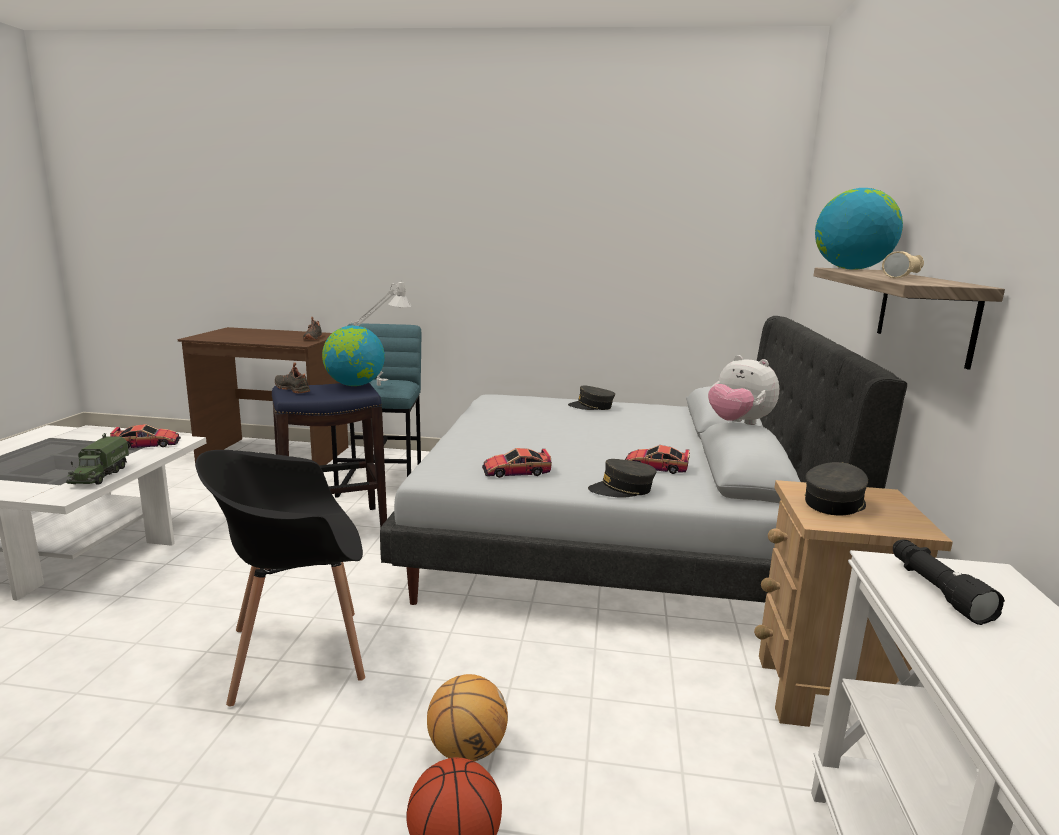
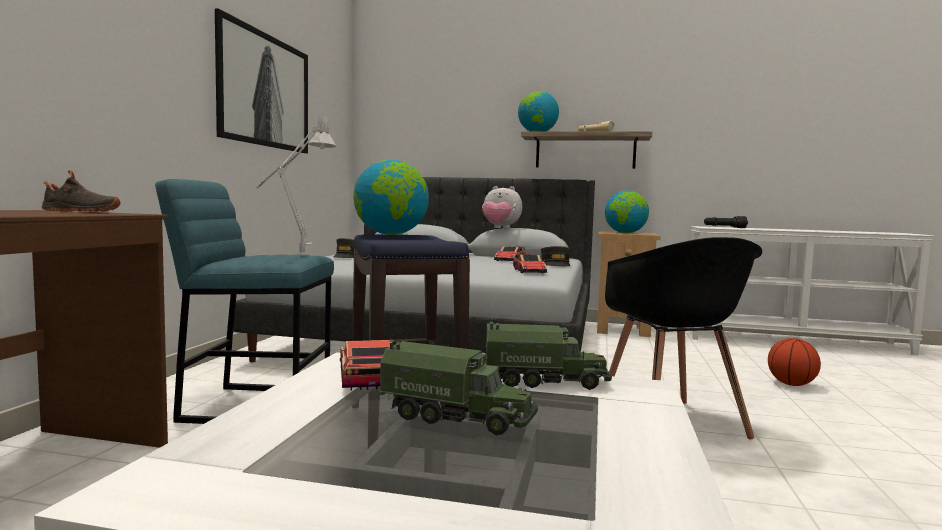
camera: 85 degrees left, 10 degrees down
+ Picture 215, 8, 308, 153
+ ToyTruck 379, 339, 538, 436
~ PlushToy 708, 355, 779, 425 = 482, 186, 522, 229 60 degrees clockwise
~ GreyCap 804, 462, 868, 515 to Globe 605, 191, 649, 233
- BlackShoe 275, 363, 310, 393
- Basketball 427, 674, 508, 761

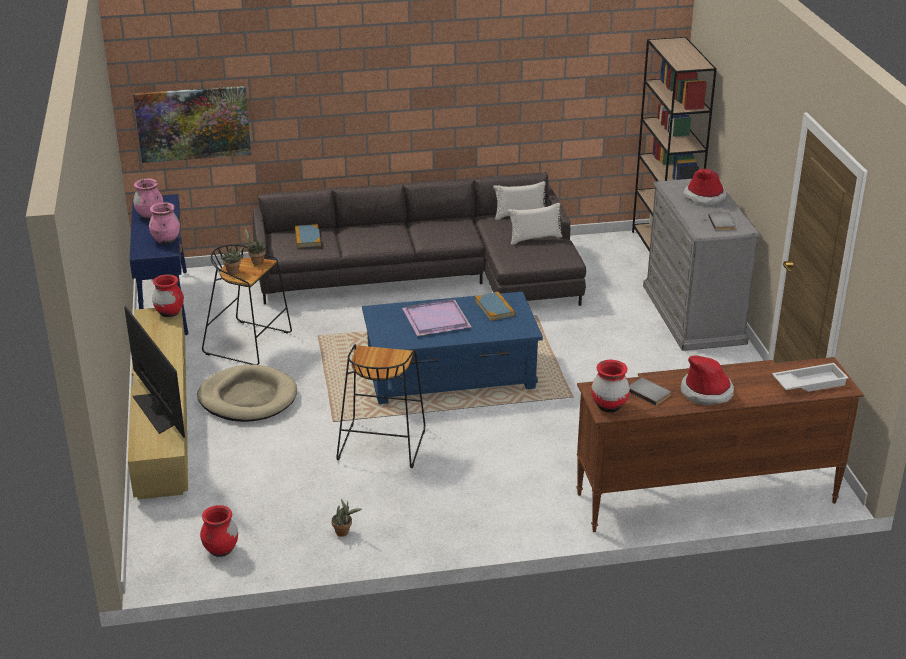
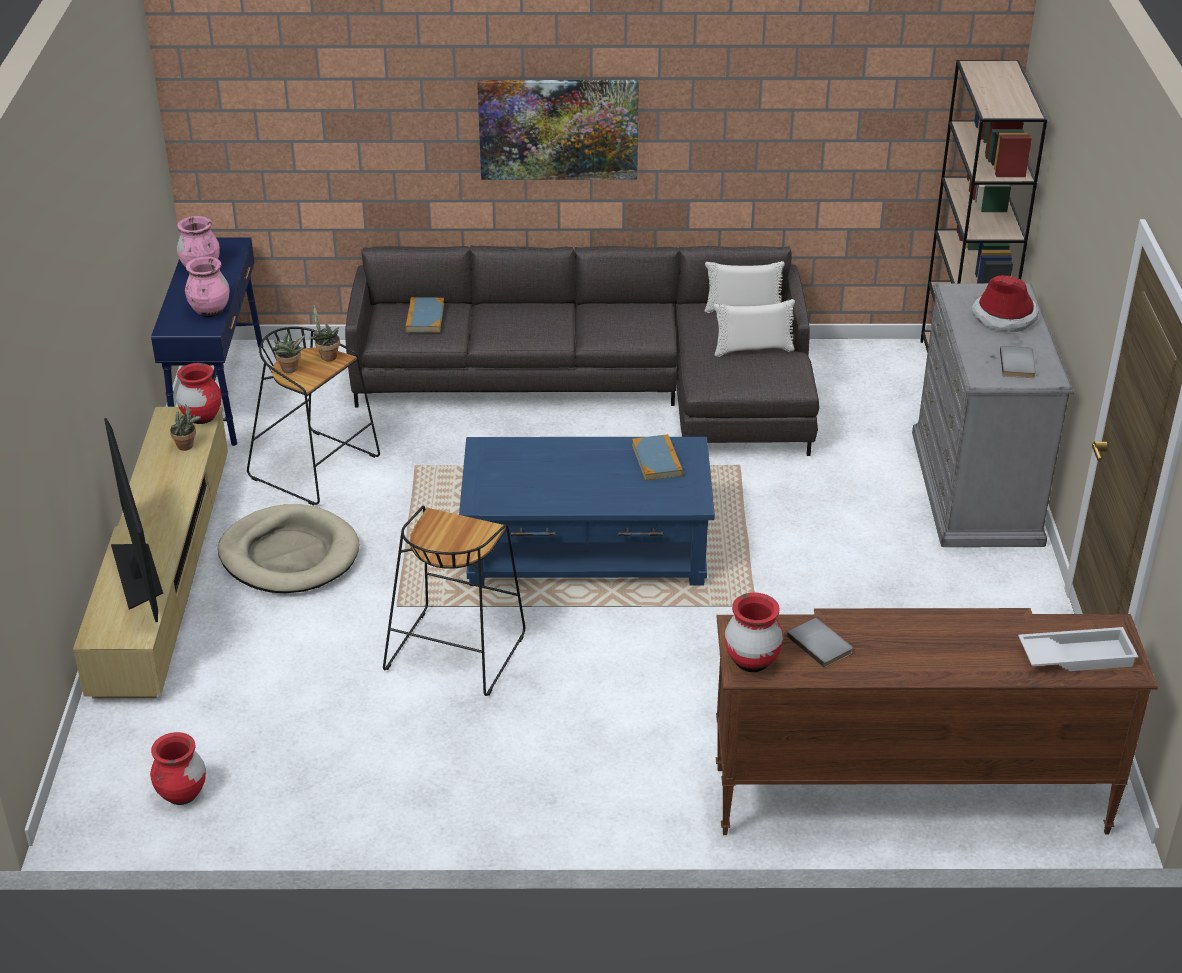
camera: 10 degrees right, 5 degrees up
~ PottedPlant 331, 499, 362, 537 to 170, 405, 201, 451
~ Picture 133, 86, 251, 163 to 477, 80, 639, 180
- PurpleTray 402, 299, 471, 336
- Hat 681, 355, 734, 406

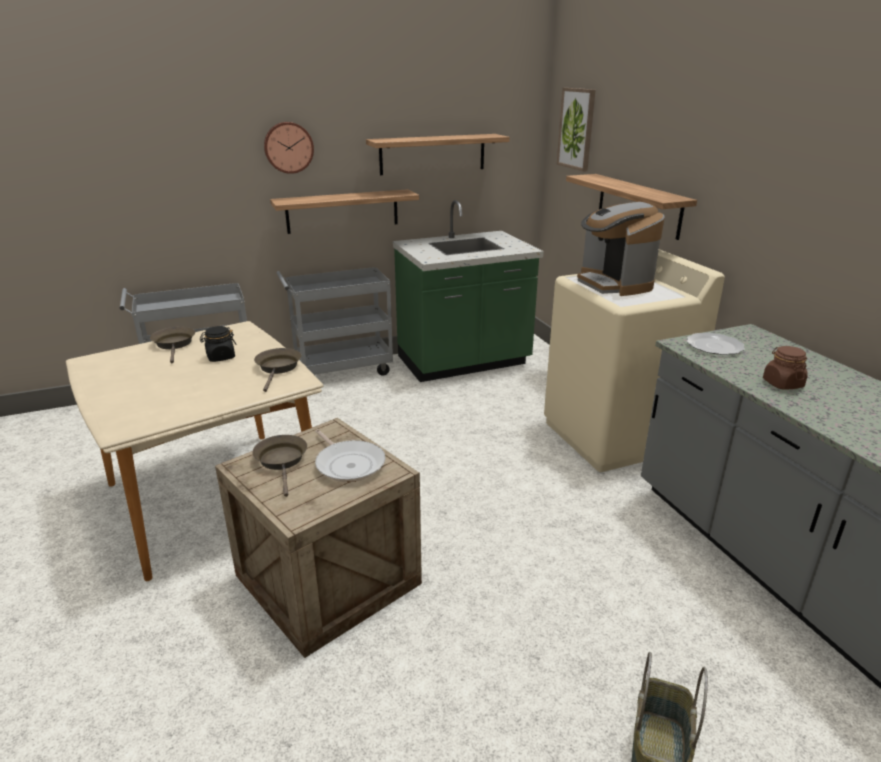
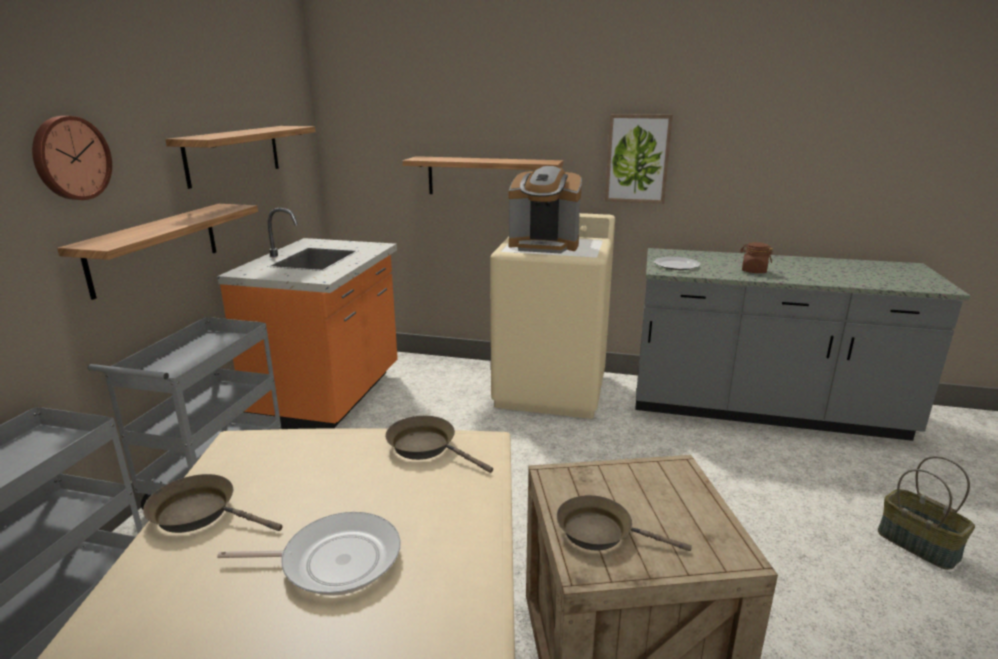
camera: 55 degrees left, 5 degrees down
~ GreenCounter 393, 200, 544, 382 to OrangeCounter 217, 208, 398, 429
~ FryingPan 315, 429, 385, 482 to 217, 512, 401, 596
~ Picture 557, 88, 595, 172 to 605, 114, 673, 204
- BlackJar 200, 326, 236, 362

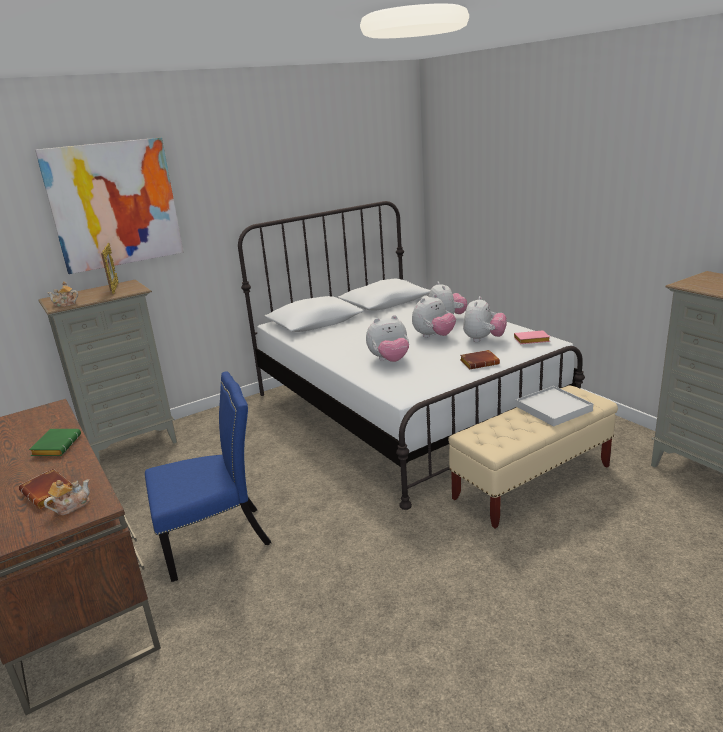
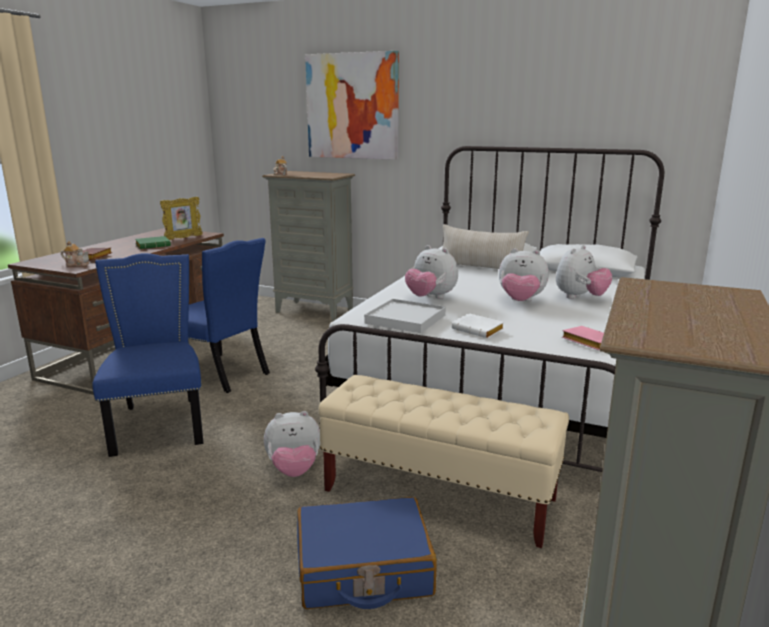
camera: 55 degrees right, 5 degrees down
+ BlueChair 92, 253, 203, 457
~ PictureFrame 101, 243, 119, 294 to 160, 197, 203, 240
~ PlushToy 463, 296, 507, 342 to 264, 411, 320, 477
+ BlueSuitcase 297, 497, 437, 609
~ WhiteTray 516, 386, 593, 426 to 364, 299, 446, 333
+ BeigePillow 442, 224, 529, 269
~ BrownBook 460, 350, 500, 369 to WhiteBook 452, 313, 504, 338

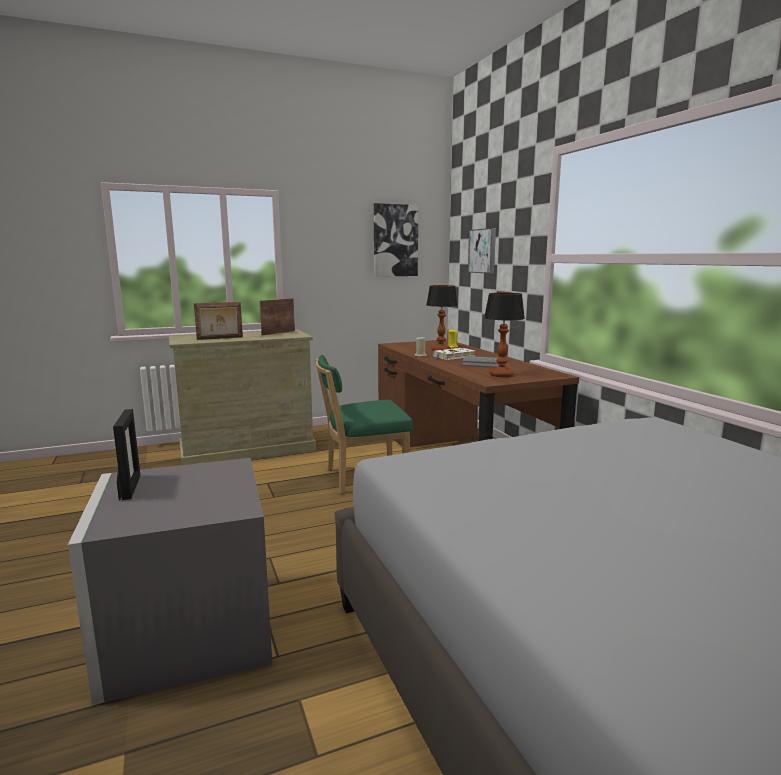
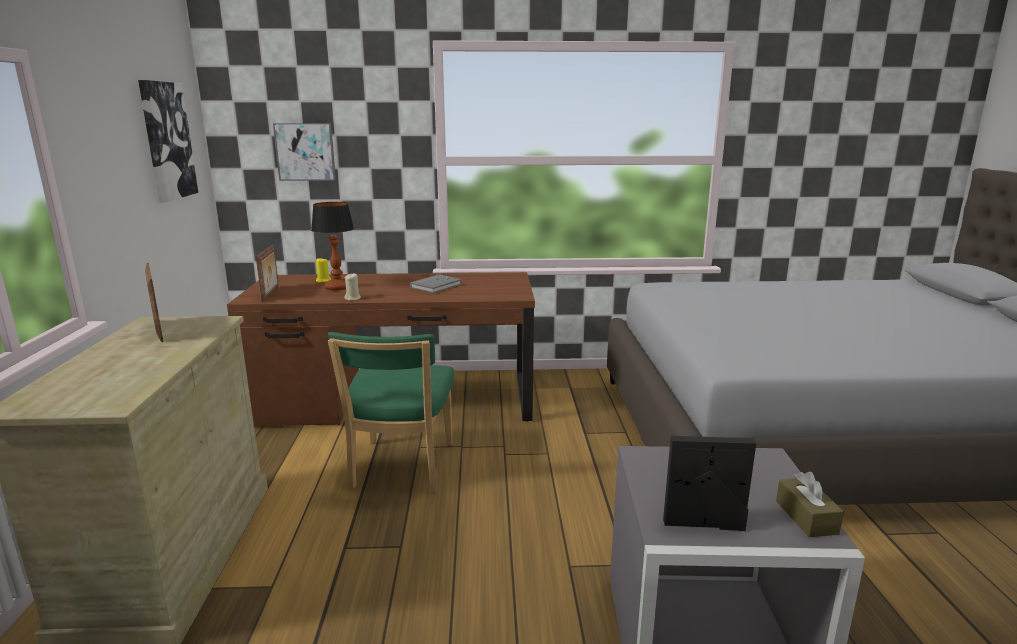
camera: 70 degrees left, 5 degrees up
~ PictureFrame 194, 302, 243, 340 to 256, 245, 279, 302
+ BrownTissueBox 776, 472, 844, 537
- WhiteBook 433, 348, 475, 360
- TableLamp 484, 293, 525, 377

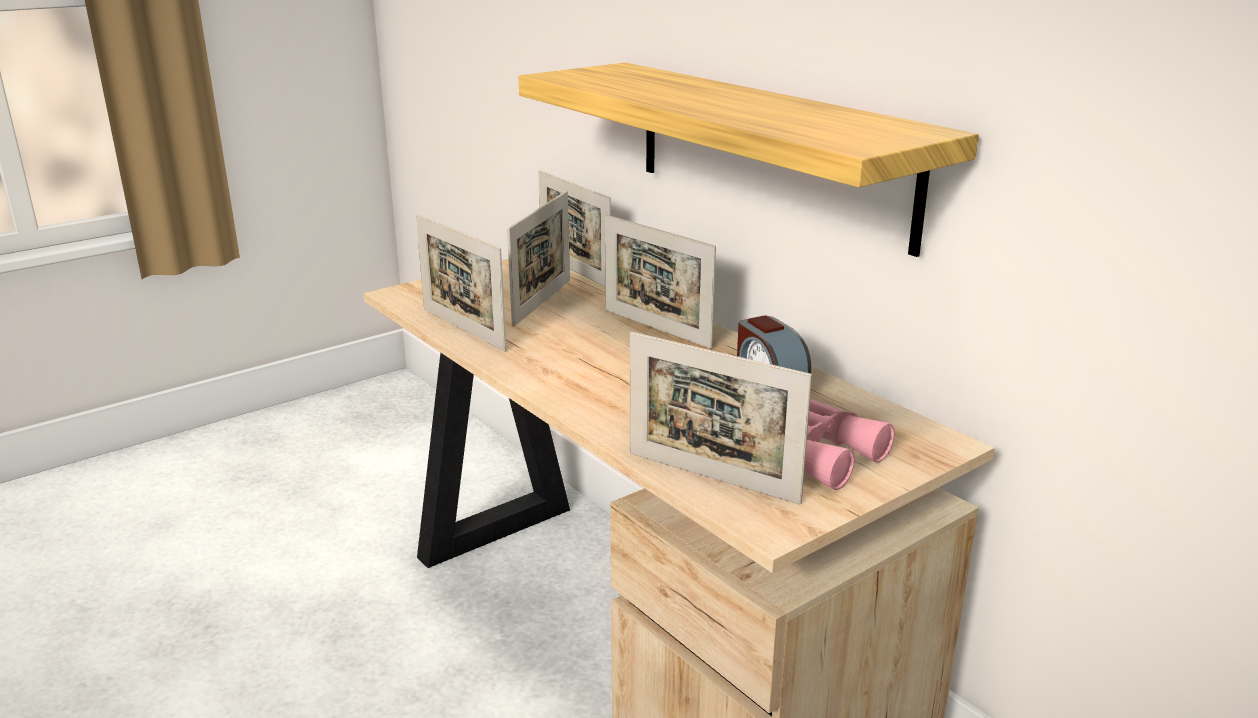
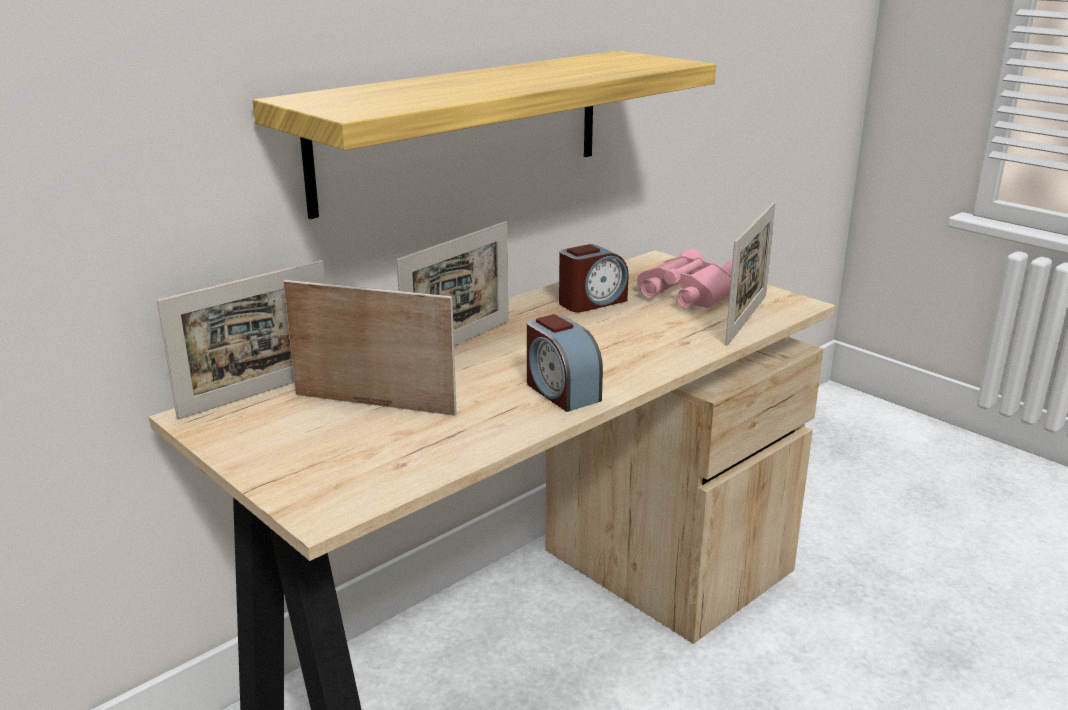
camera: 95 degrees left, 0 degrees up
+ AlarmClock 527, 314, 603, 412
- PictureFrame 416, 214, 506, 352

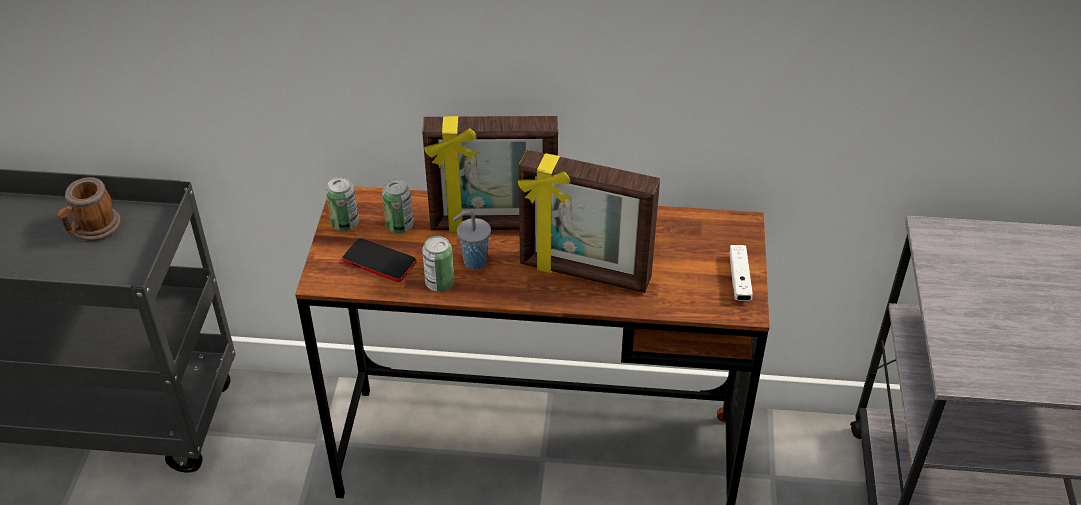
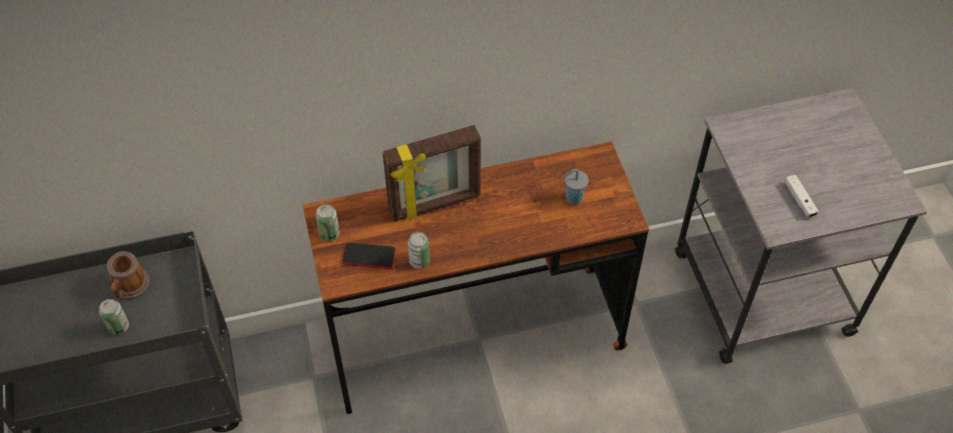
camera: 20 degrees left, 10 degrees up
~ Can 382, 179, 414, 233 to 99, 299, 129, 335
~ GreyCup 453, 210, 491, 270 to 563, 169, 589, 205
~ WhiteGameController 729, 245, 753, 301 to 784, 175, 819, 217
- PictureFrame 518, 150, 660, 293

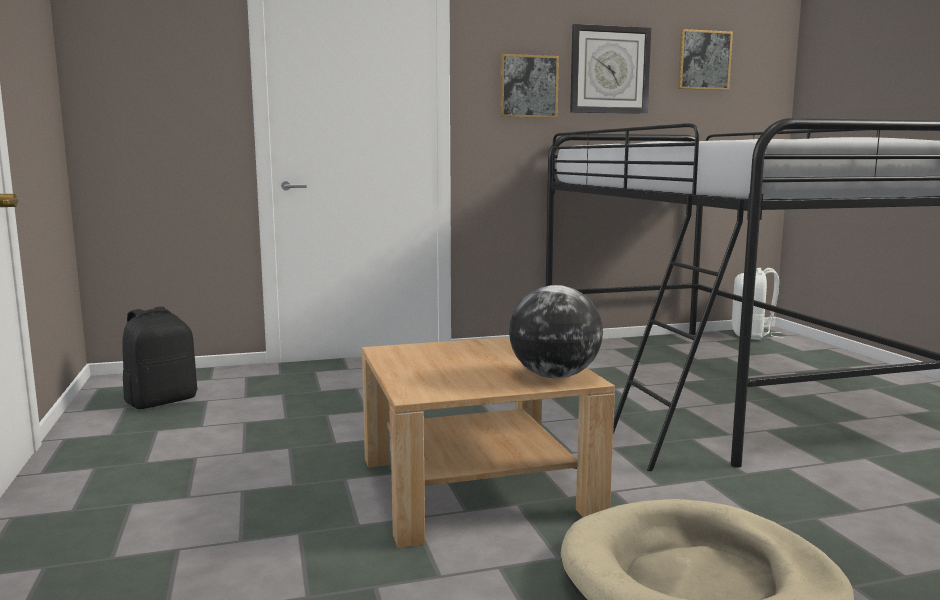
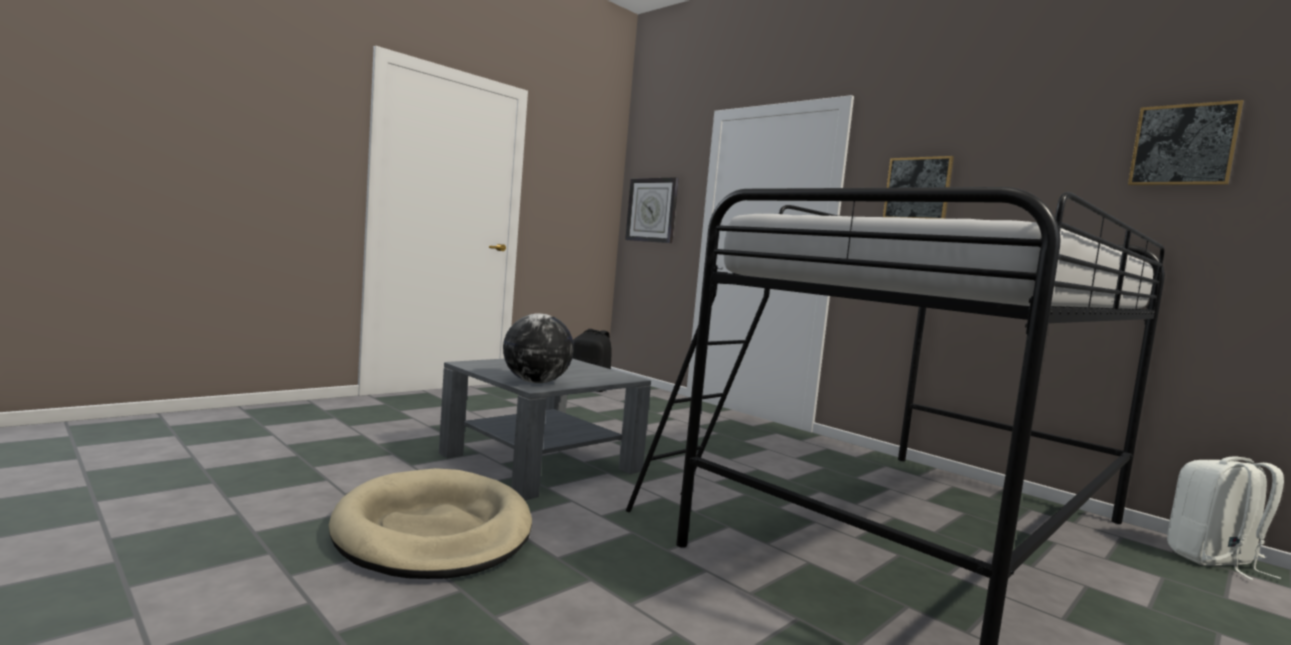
camera: 60 degrees right, 5 degrees down
~ BrownCoffeeTable 362, 337, 615, 548 to GreyCoffeeTable 439, 359, 651, 500
~ WallClock 570, 24, 651, 114 to 625, 177, 679, 243

